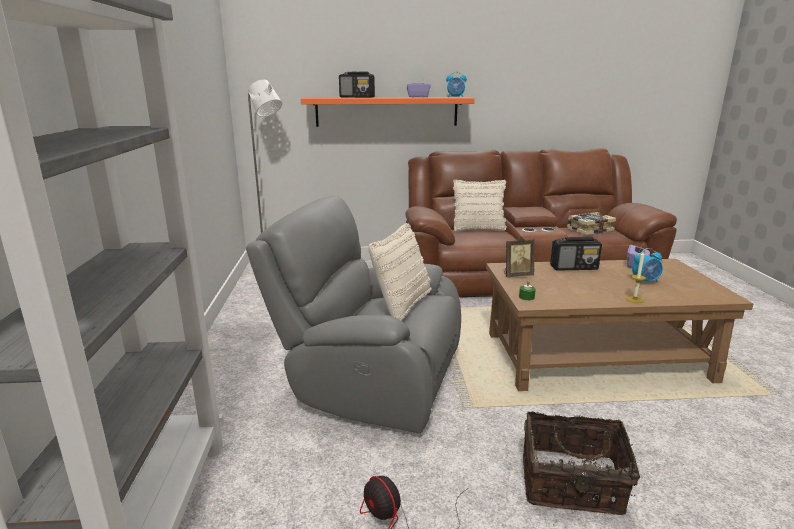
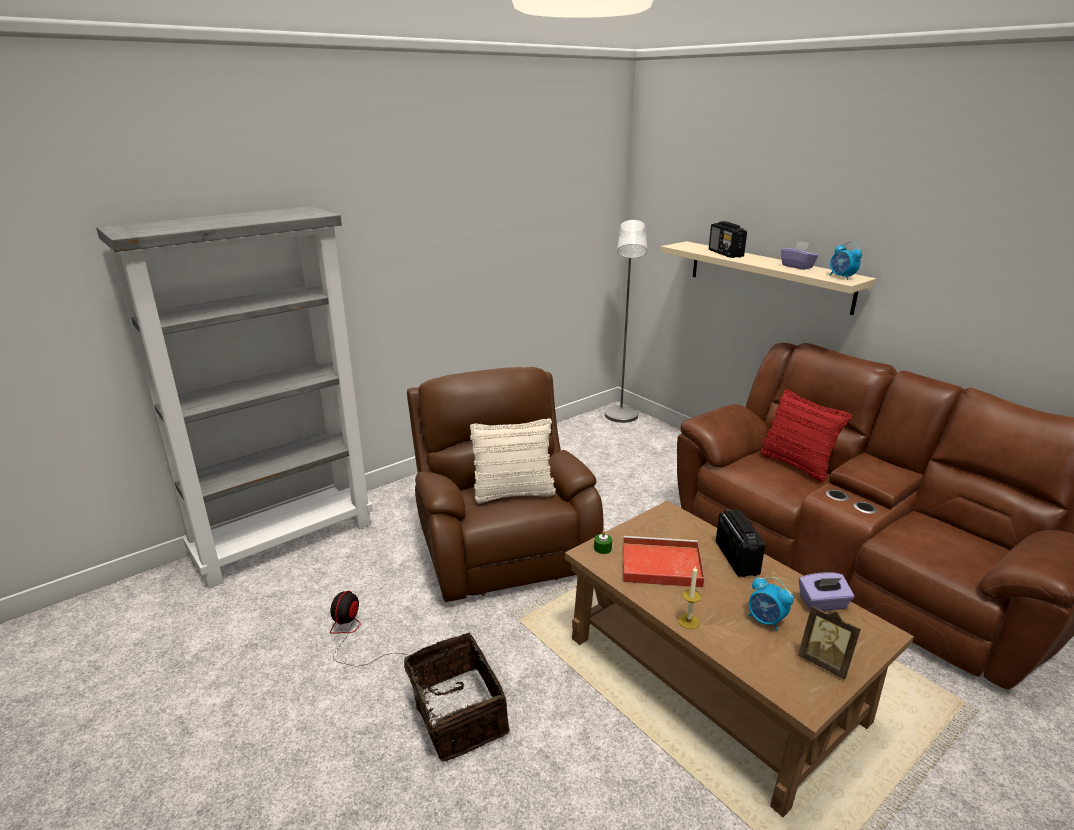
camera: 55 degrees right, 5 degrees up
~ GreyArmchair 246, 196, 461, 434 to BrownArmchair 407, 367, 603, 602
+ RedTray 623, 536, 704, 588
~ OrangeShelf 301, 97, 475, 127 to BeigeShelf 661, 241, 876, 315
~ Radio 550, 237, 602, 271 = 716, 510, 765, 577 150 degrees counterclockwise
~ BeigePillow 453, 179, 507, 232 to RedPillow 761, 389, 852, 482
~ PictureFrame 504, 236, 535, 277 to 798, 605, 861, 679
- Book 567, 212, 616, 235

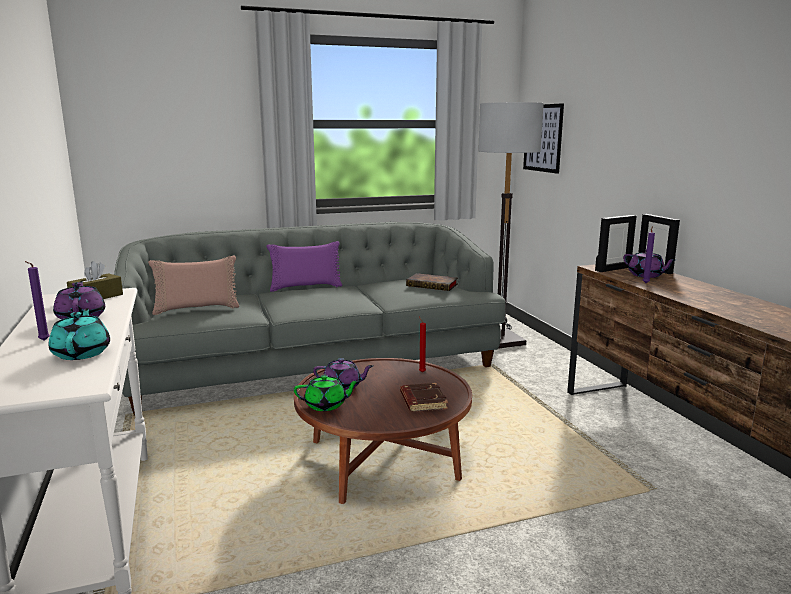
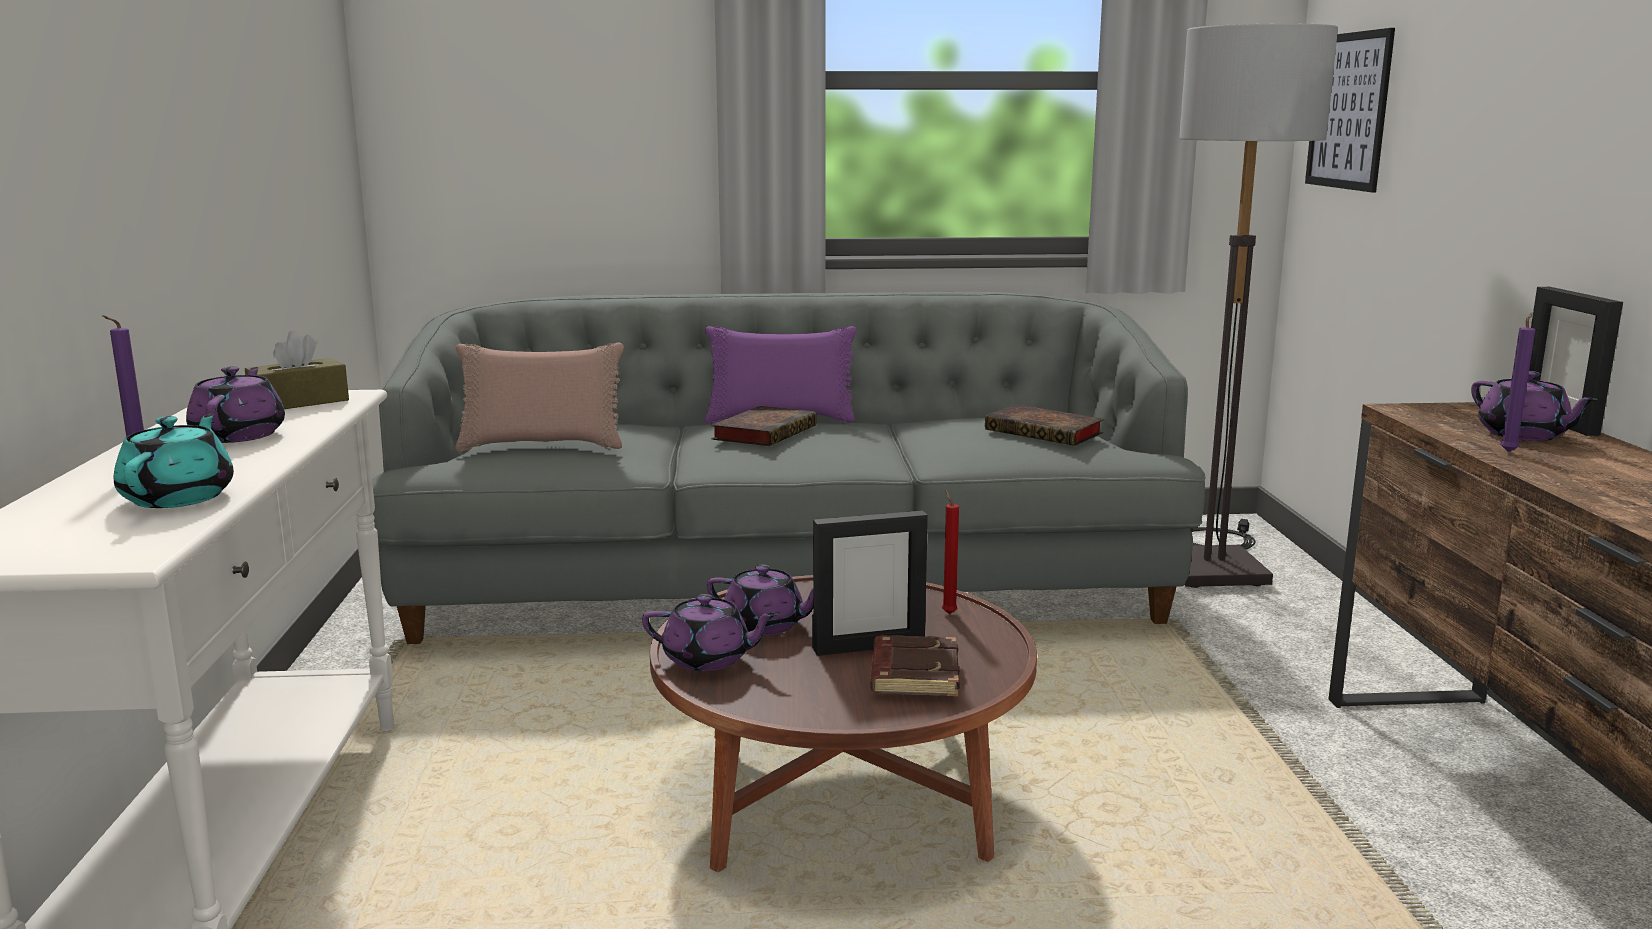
camera: 15 degrees right, 0 degrees up
~ GreenTeapot 294, 375, 360, 411 to PurpleTeapot 642, 594, 778, 671
+ Book 711, 406, 817, 446
~ PictureFrame 595, 215, 636, 272 to 812, 511, 928, 656

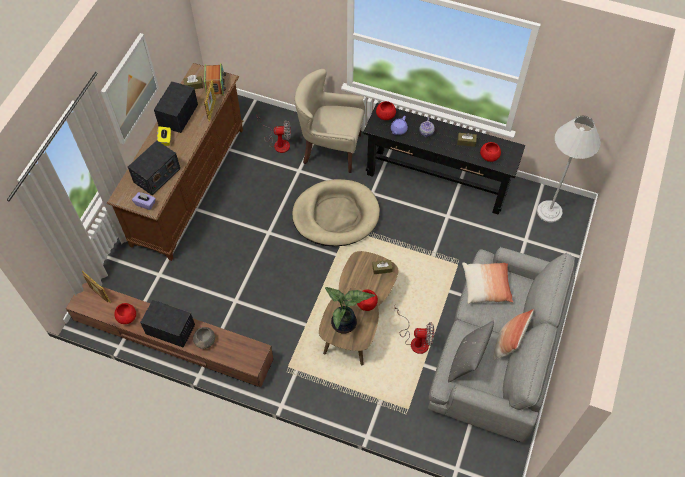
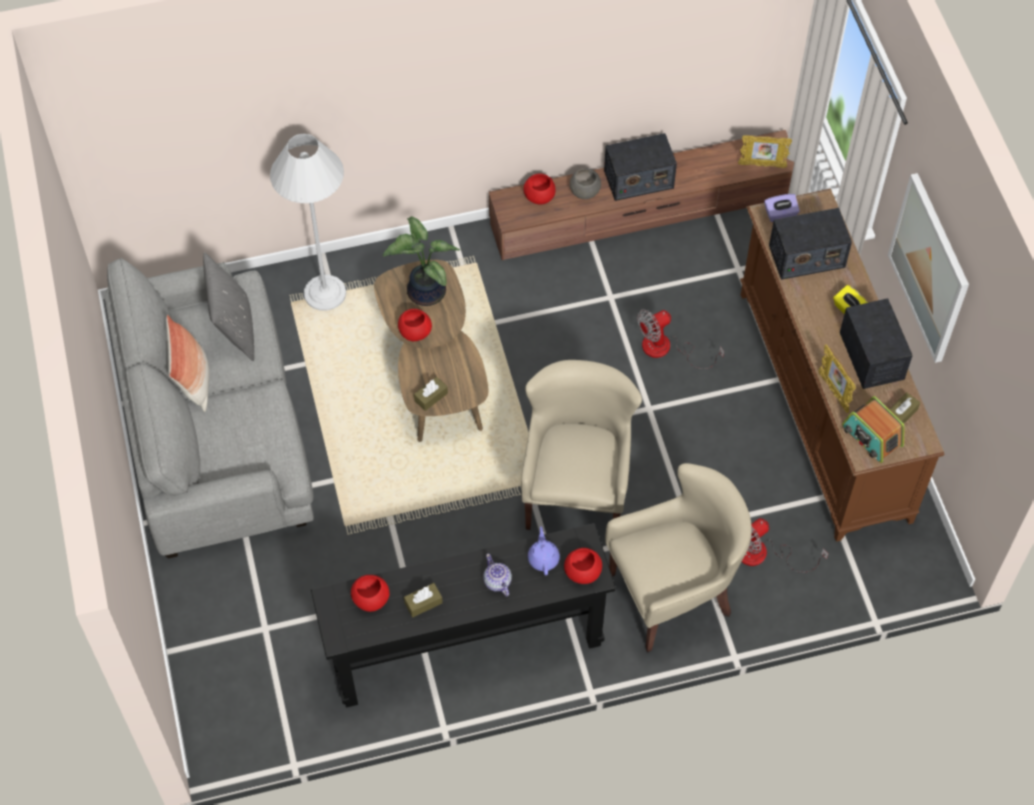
camera: 145 degrees right, 0 degrees up
~ WhiteFloorLamp 537, 116, 601, 223 to 270, 134, 346, 310
~ BeigeDogBed 292, 179, 380, 246 to BeigeArmchair 521, 360, 642, 530
~ RedBowl 114, 303, 136, 324 to 524, 174, 556, 204
~ Fan 394, 308, 434, 354 to 637, 309, 724, 369
~ Radio 128, 140, 180, 195 = 769, 208, 852, 280 105 degrees counterclockwise
- Pillow 462, 263, 513, 304

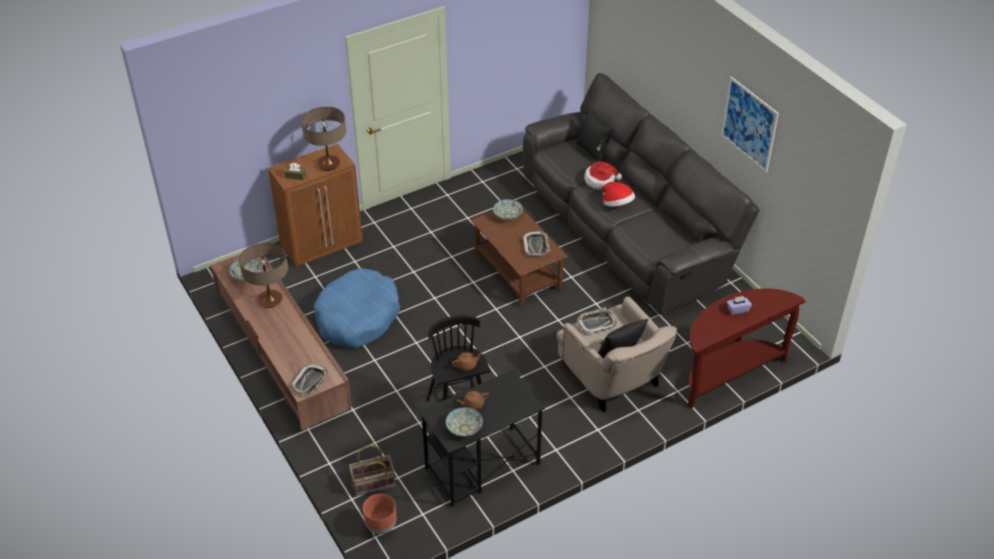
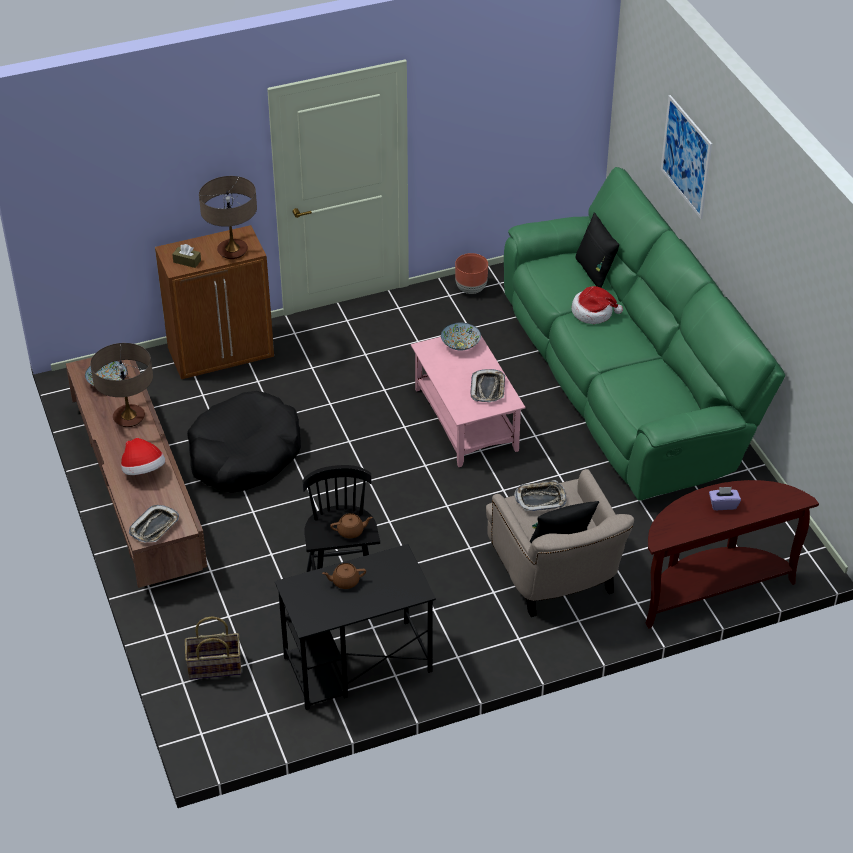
camera: 10 degrees right, 0 degrees up
~ Hat 602, 182, 635, 207 to 121, 438, 166, 475
~ BlueDogBed 314, 268, 400, 348 to BlackDogBed 187, 391, 301, 493
~ BrownCoffeeTable 471, 210, 567, 307 to PinkCoffeeTable 411, 336, 525, 467
~ BrownPlanter 363, 494, 396, 534 to 455, 253, 488, 294
~ GreySofa 523, 73, 760, 315 to GreenSofa 504, 167, 785, 500
~ Picture 721, 77, 779, 173 to 661, 95, 712, 219
- Bowl 446, 407, 483, 436

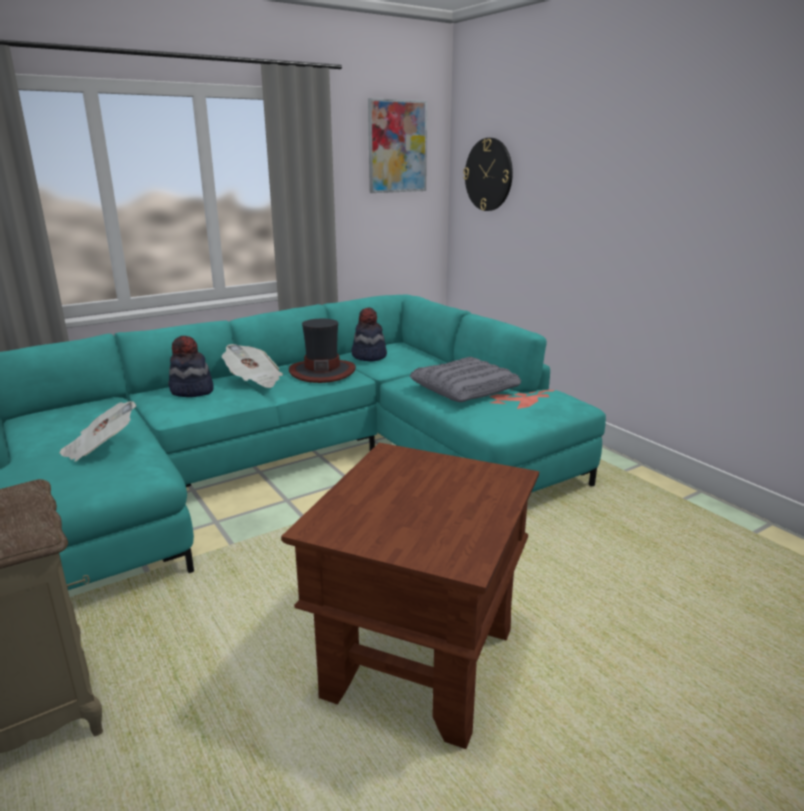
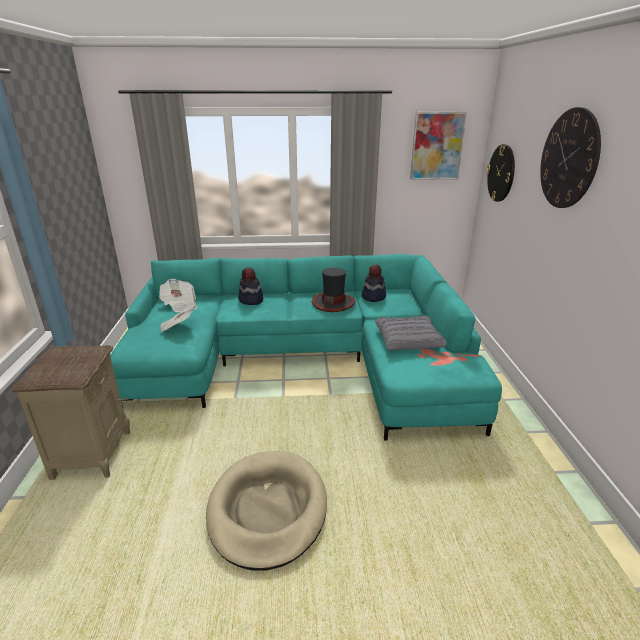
camera: 30 degrees right, 5 degrees up
~ Newspaper 222, 344, 283, 388 to 159, 279, 196, 312
~ BrownSideTable 281, 443, 539, 749 to BeigeDogBed 206, 451, 327, 571
+ WallClock 540, 107, 601, 208

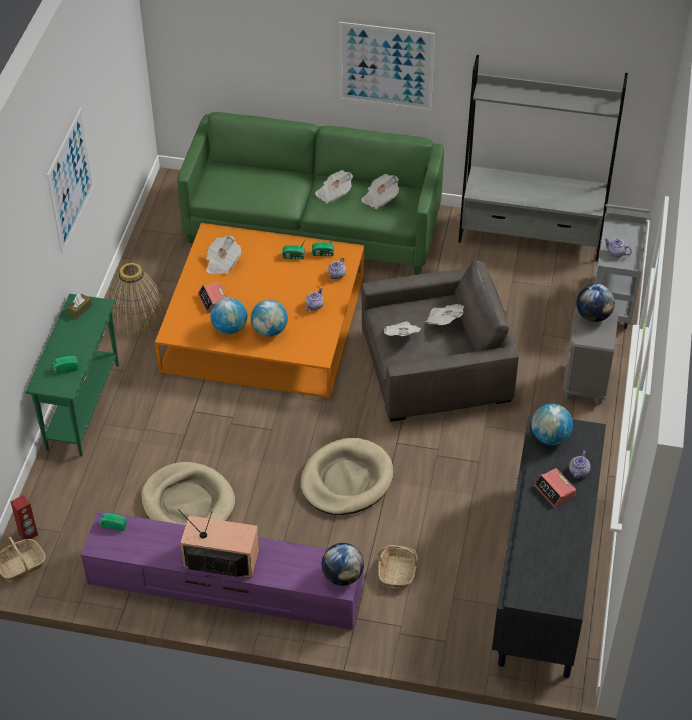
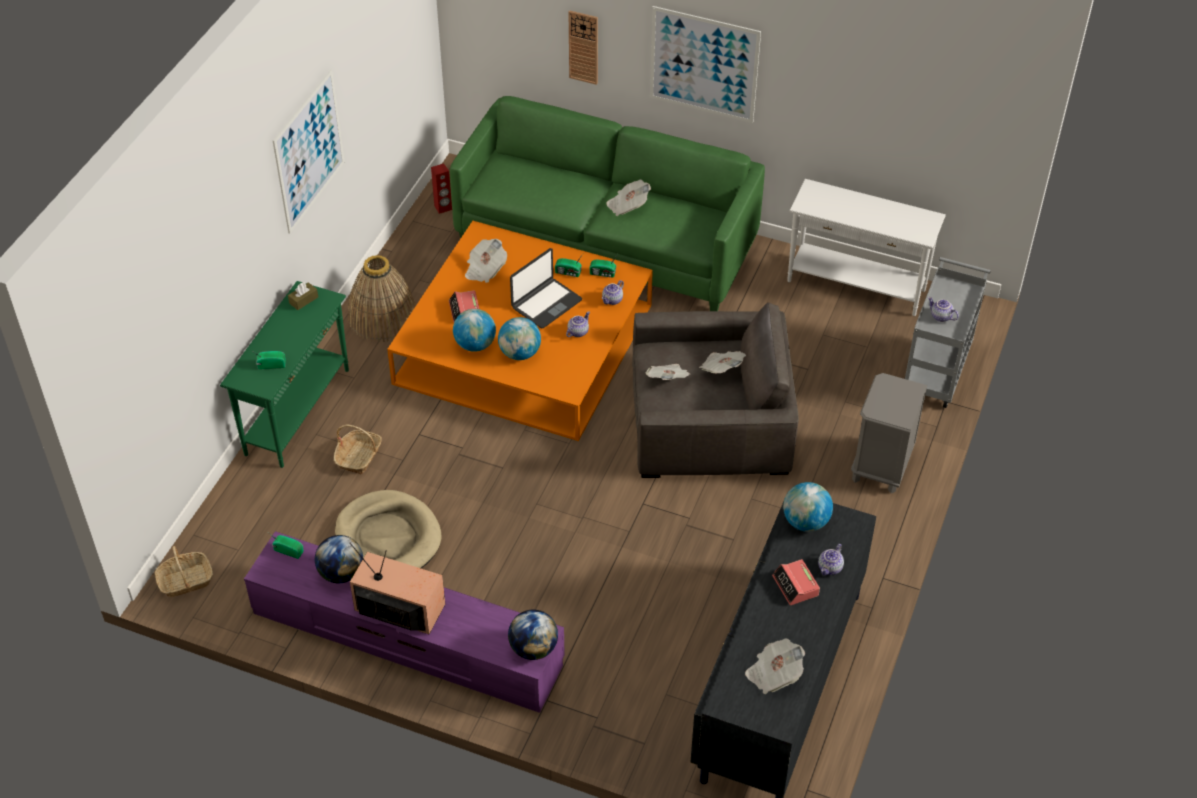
camera: 10 degrees right, 0 degrees up
~ Globe 576, 284, 615, 322 to 315, 535, 363, 583
~ Basket 378, 545, 418, 588 to 334, 425, 382, 474
~ RedSpeaker 11, 495, 38, 540 to 431, 163, 452, 214
+ Laptop 510, 248, 582, 328
+ WallClock 569, 10, 598, 85
~ Newspaper 361, 174, 399, 209 to 745, 638, 805, 694
~ GreyBookcase 458, 55, 628, 261 to WhiteConsoleTable 787, 179, 946, 316
- BeigeDogBed 301, 438, 393, 515

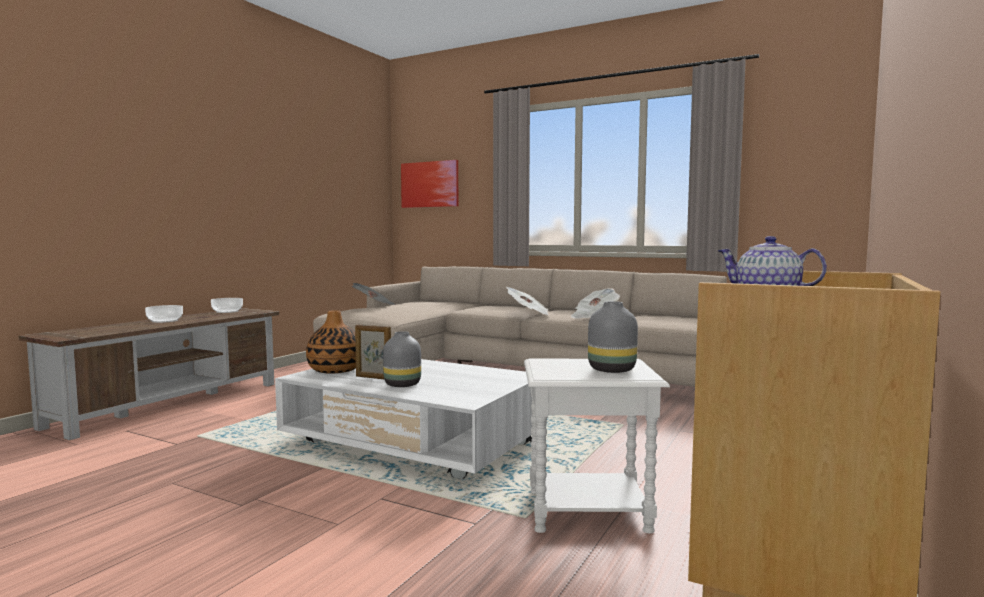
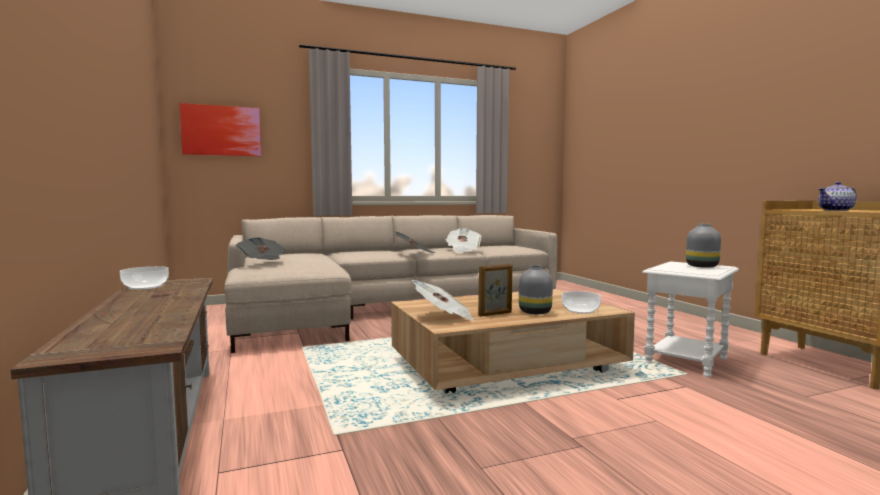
camera: 50 degrees left, 0 degrees up
~ WhiteCoffeeTable 275, 359, 547, 479 to BrownCoffeeTable 391, 289, 635, 393
~ Vase 306, 310, 356, 373 to Newspaper 411, 280, 474, 321
~ Bowl 145, 305, 183, 323 to 562, 291, 601, 314

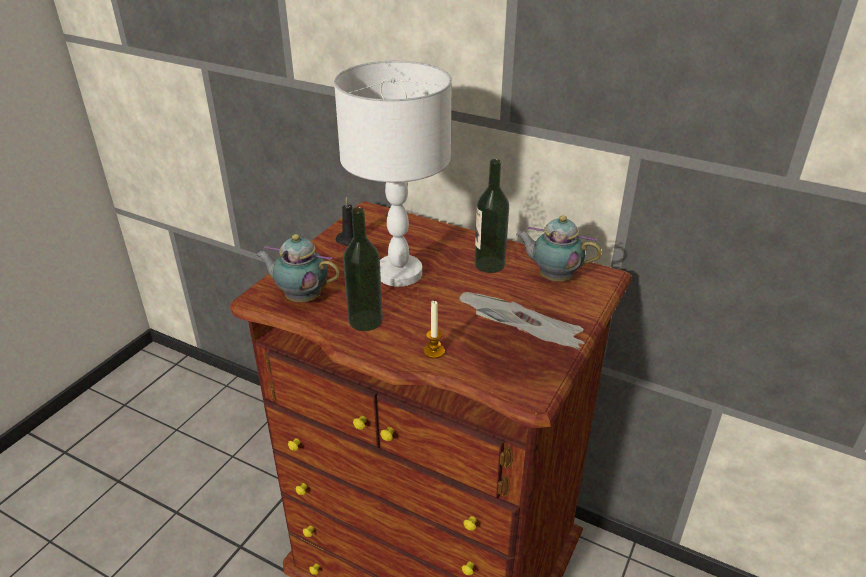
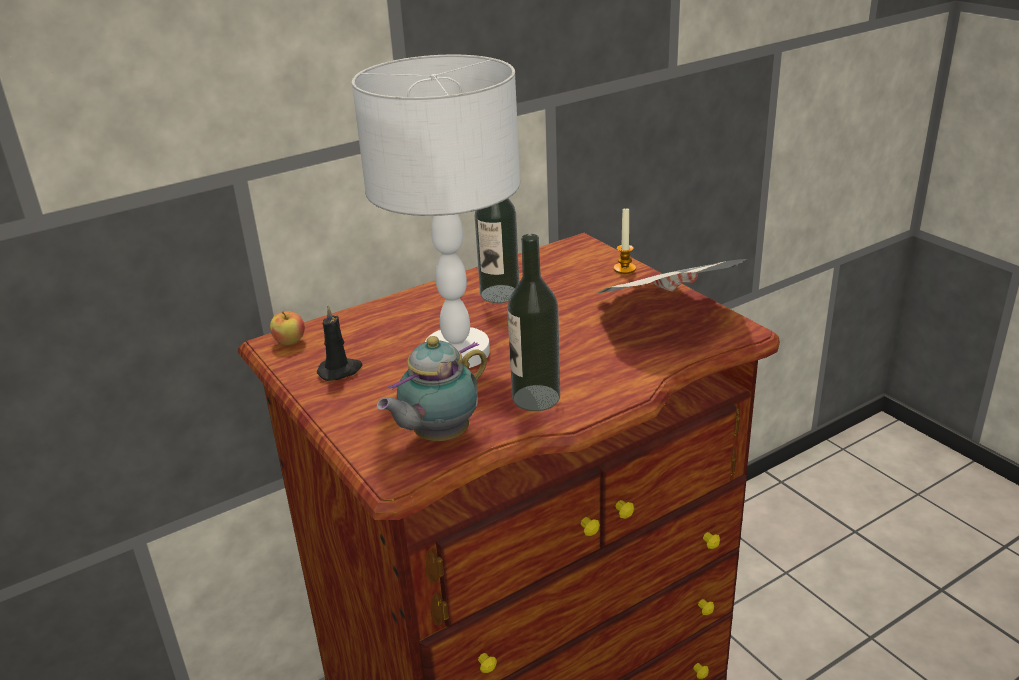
camera: 60 degrees left, 5 degrees down
+ Apple 270, 311, 305, 345
~ Candle 424, 300, 445, 359 to 614, 209, 636, 274
- Teapot 516, 215, 602, 281

